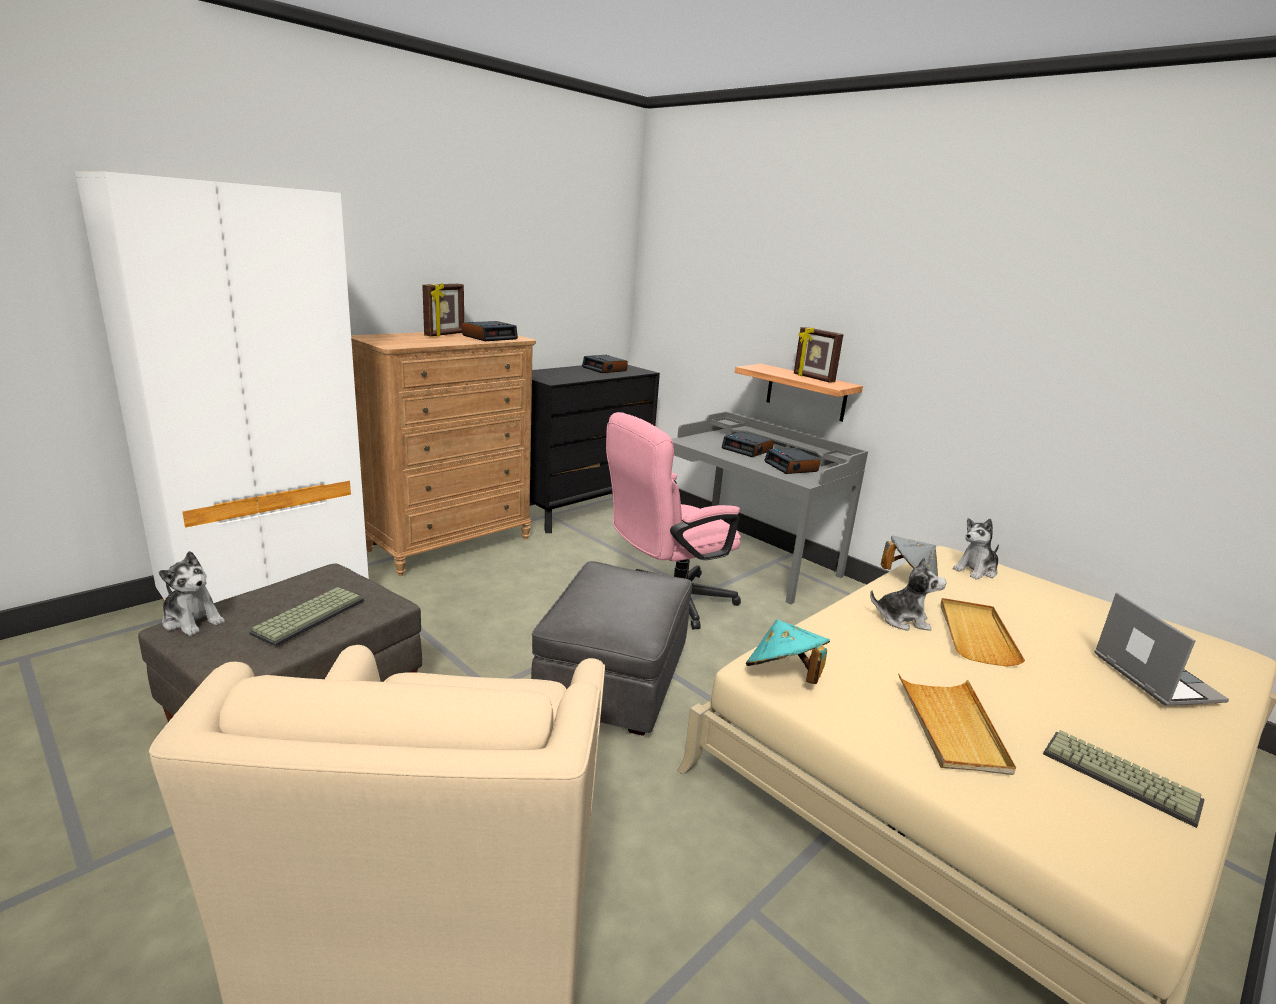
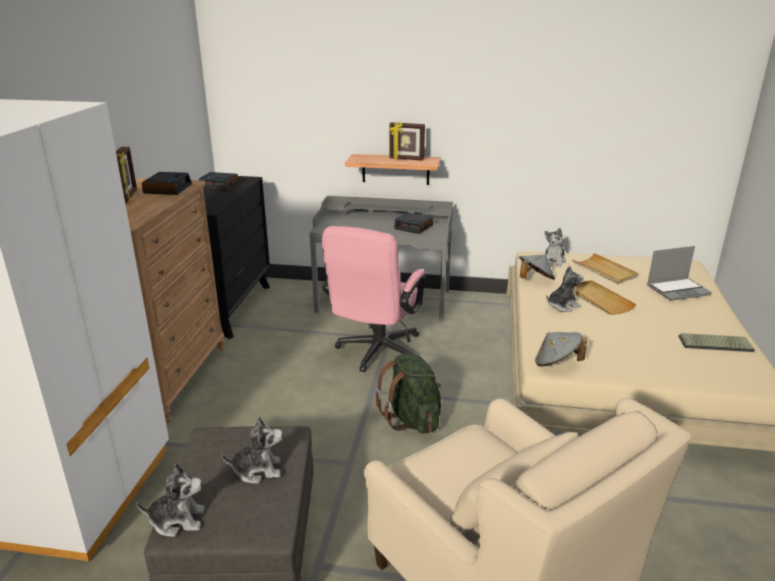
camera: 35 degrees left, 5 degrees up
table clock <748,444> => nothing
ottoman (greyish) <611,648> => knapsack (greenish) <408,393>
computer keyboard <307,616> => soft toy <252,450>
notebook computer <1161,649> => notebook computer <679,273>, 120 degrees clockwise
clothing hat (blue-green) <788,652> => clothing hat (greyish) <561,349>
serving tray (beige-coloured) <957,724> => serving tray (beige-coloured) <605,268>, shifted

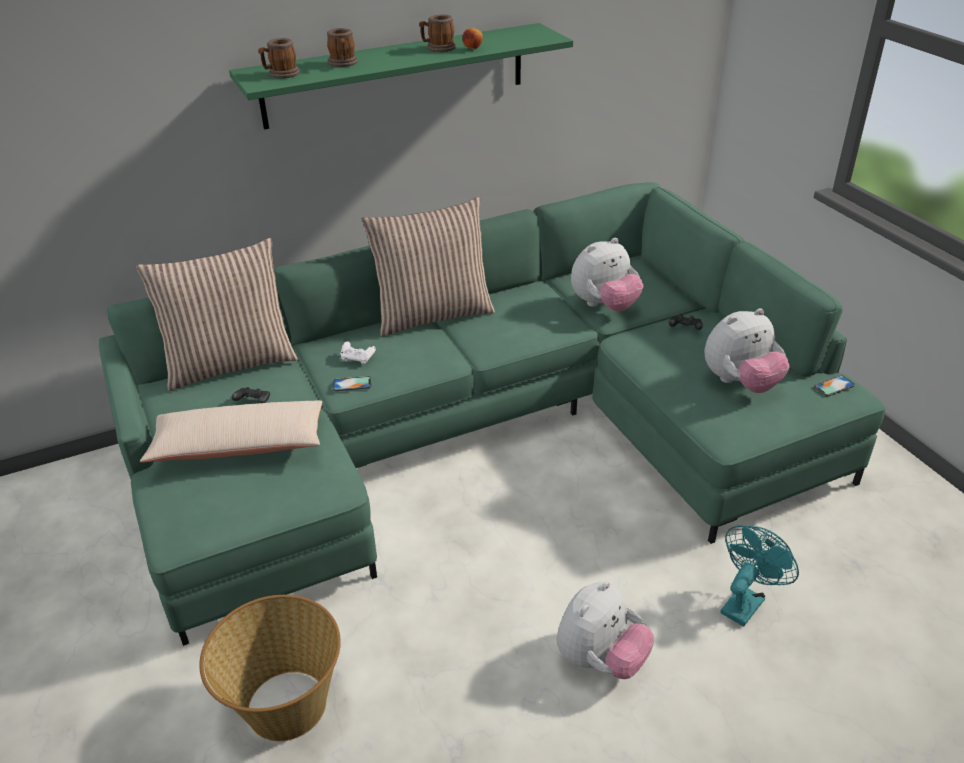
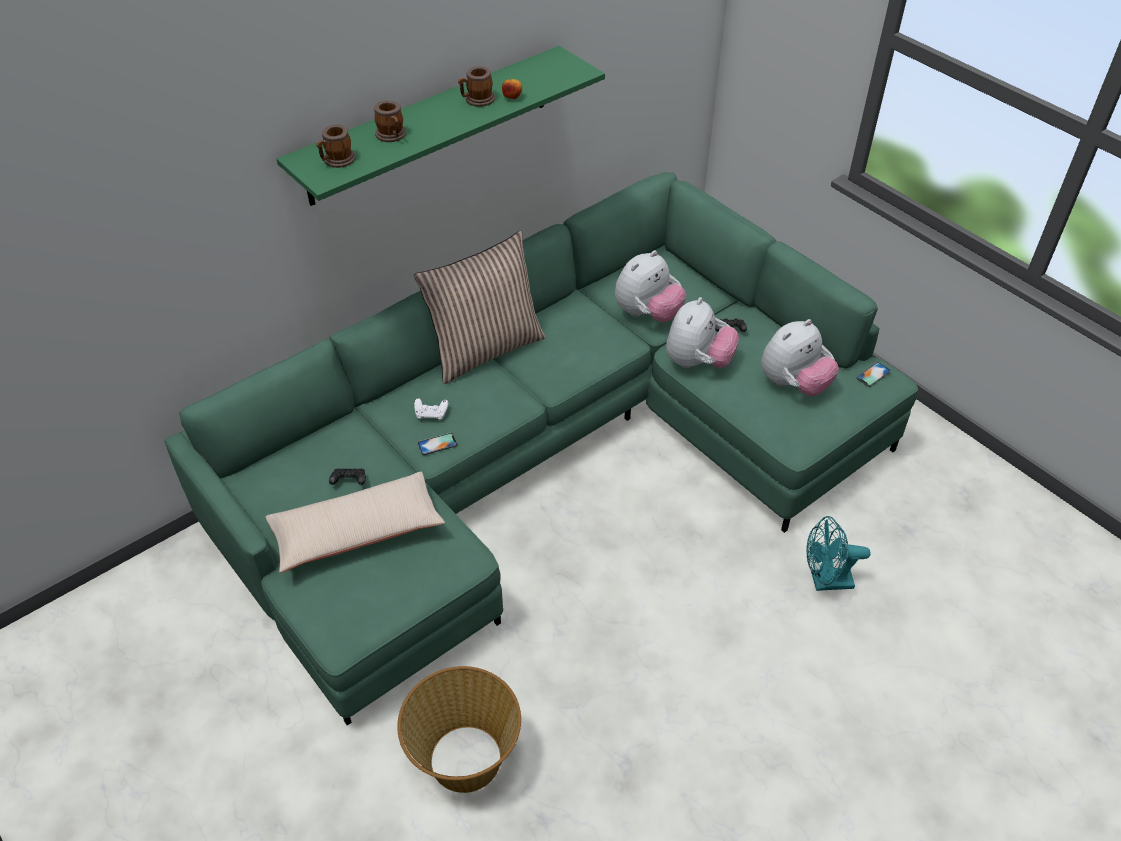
camera: 15 degrees left, 10 degrees up
pillow <217,314> => nothing
electric fan (blue-green) <759,575> => electric fan (blue-green) <839,553>, 120 degrees counterclockwise
soft toy <605,630> => soft toy <702,332>, shifted

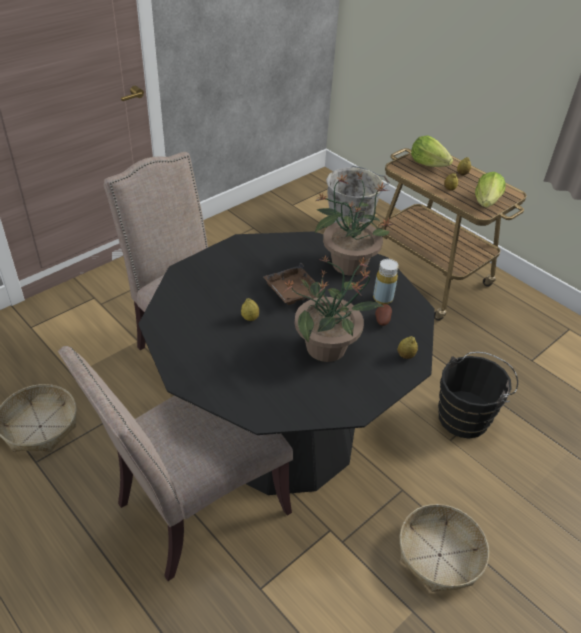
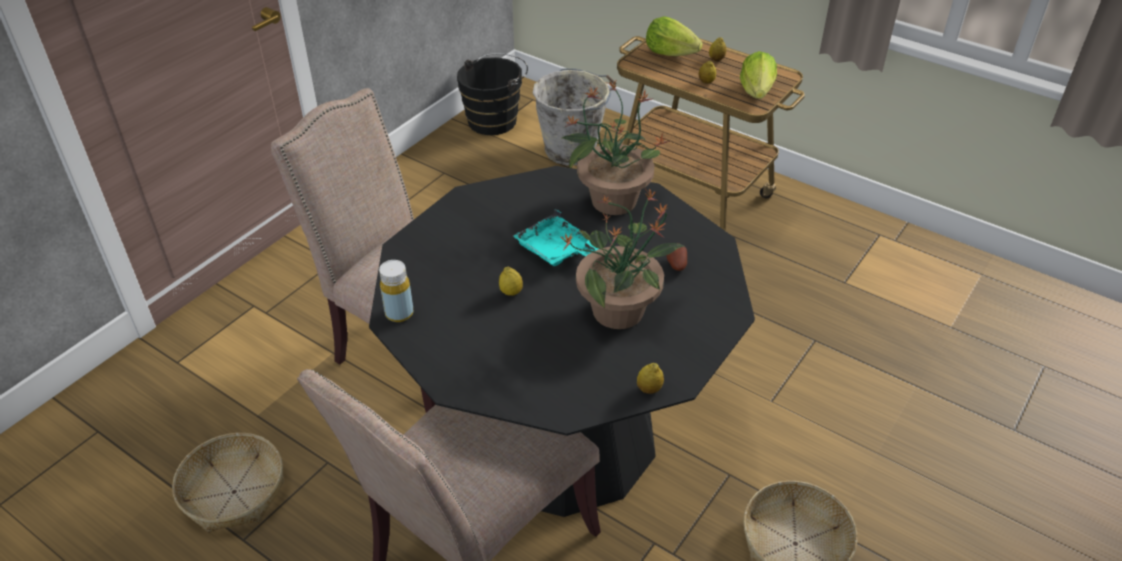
camera: 10 degrees left, 0 degrees up
bottle (yellow-coloured) <386,281> => bottle (yellow-coloured) <396,291>, shifted
serving tray (brown) <293,283> => serving tray (blue-green) <555,237>
citrus fruit <408,347> => citrus fruit <650,378>, shifted
bucket (black-coloured) <478,395> => bucket (black-coloured) <492,94>, shifted

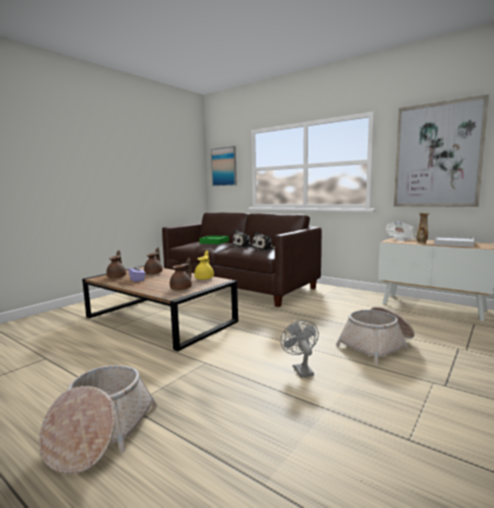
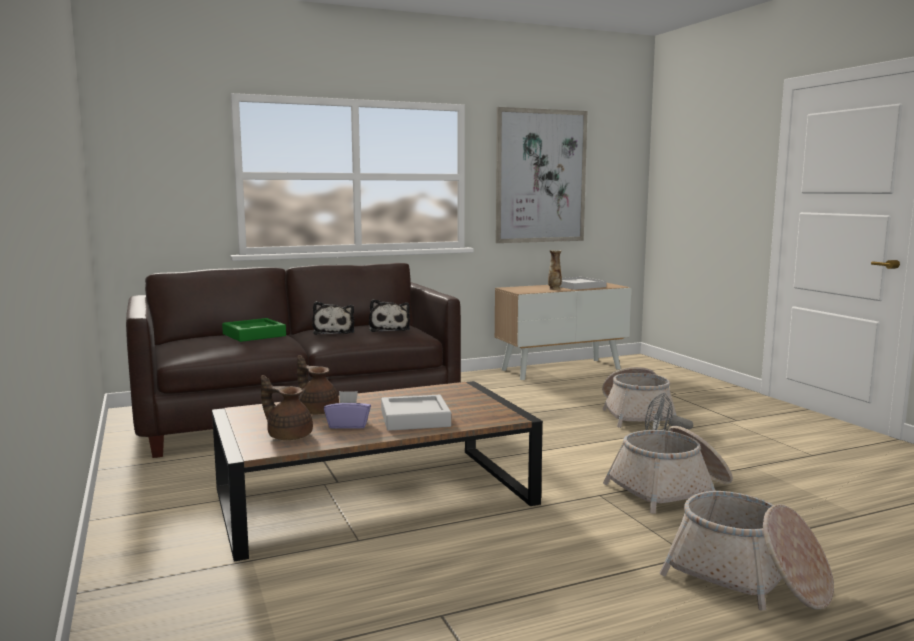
camera: 60 degrees left, 0 degrees up
wall art <224,166> => nothing
daily paper <400,231> => nothing
tea pot (yellow-coloured) <204,265> => nothing
tea pot (brown) <181,274> => nothing
nothing => serving tray (greyish) <416,413>
nothing => storage basket <668,470>

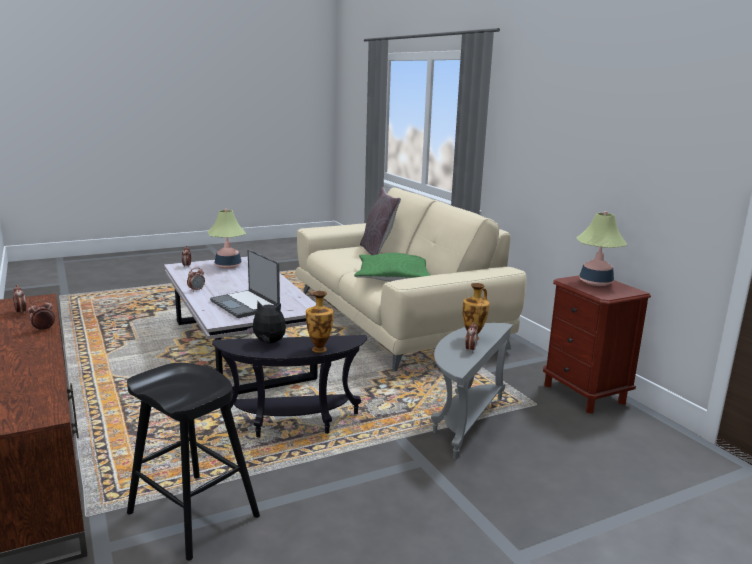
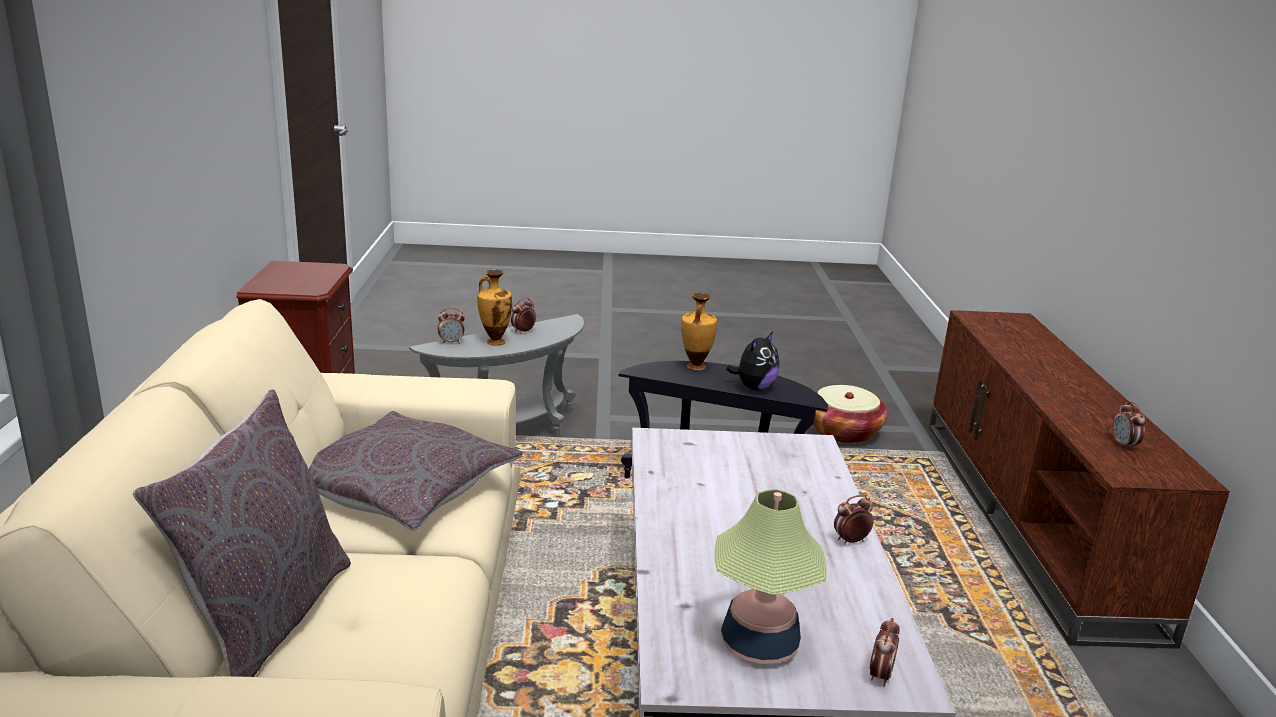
camera: 155 degrees left, 5 degrees up
tabletop lamp <602,248> => nothing
notebook computer <245,283> => nothing
pillow (greenish) <392,267> => pillow (greyish) <415,471>
table clock <41,315> => table clock <451,326>, shifted
soft toy <266,321> => soft toy <752,360>, 90 degrees counterclockwise
sitting stool (black-coloured) <193,462> => storage basket <850,414>

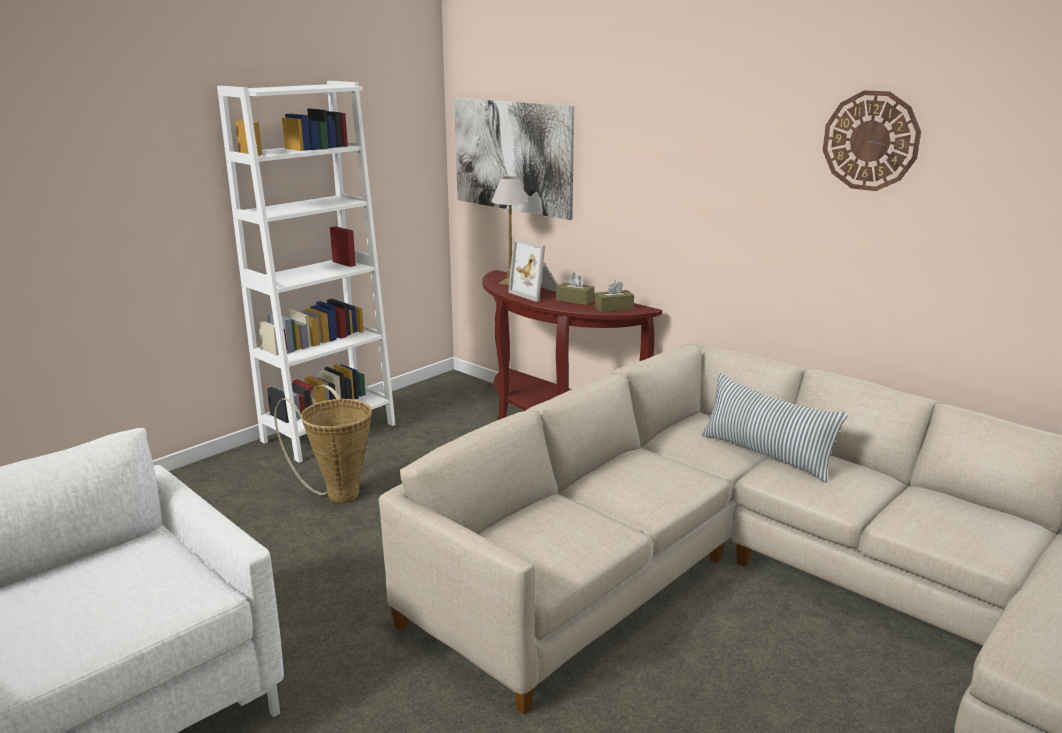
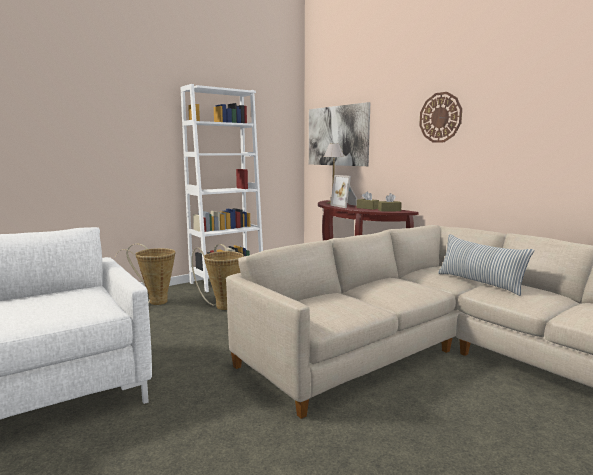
camera: 10 degrees right, 10 degrees down
clock on the wall <872,140> => clock on the wall <440,117>, shifted
nothing => storage basket <144,274>

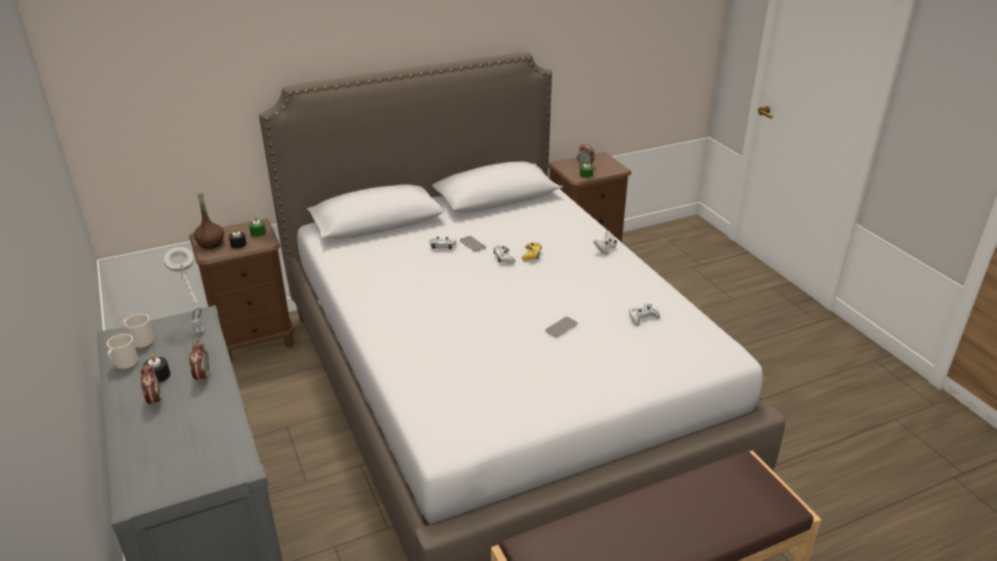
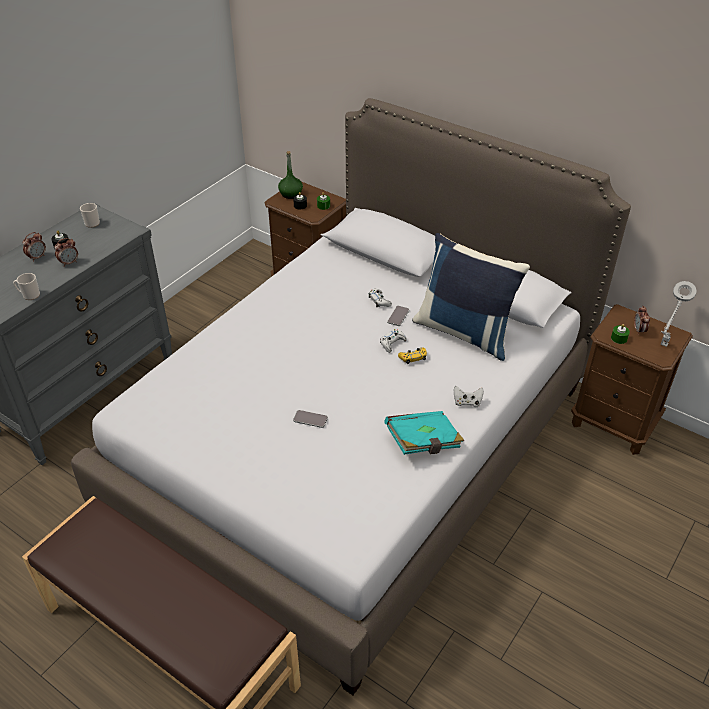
camera: 60 degrees right, 10 degrees up
bottle (brown) <208,220> => bottle (greenish) <290,175>
tabletop lamp (greyish) <184,290> => tabletop lamp (greyish) <678,314>, shifted
gamepad (white-coloured) <644,315> => nothing
coffee mug <122,352> => coffee mug <26,286>, shifted
nothing => pillow (blue) <471,297>
nothing => bound book (blue-green) <424,433>

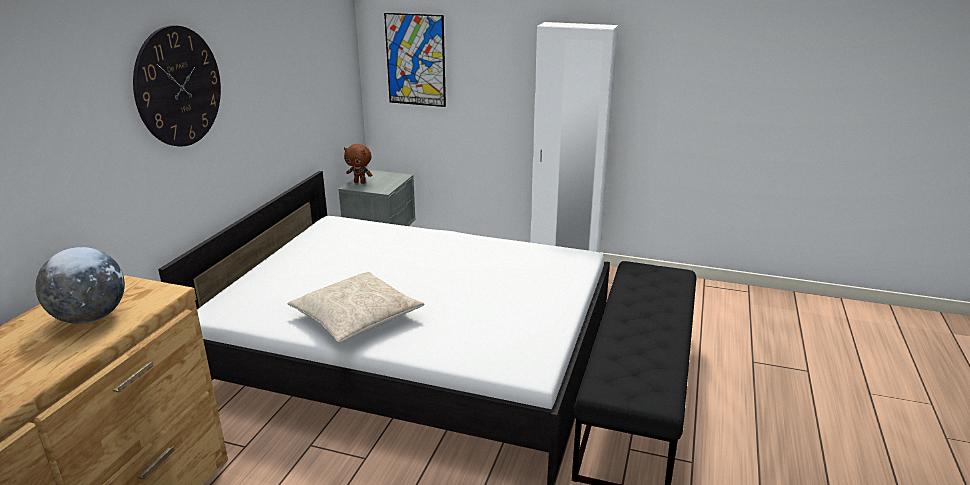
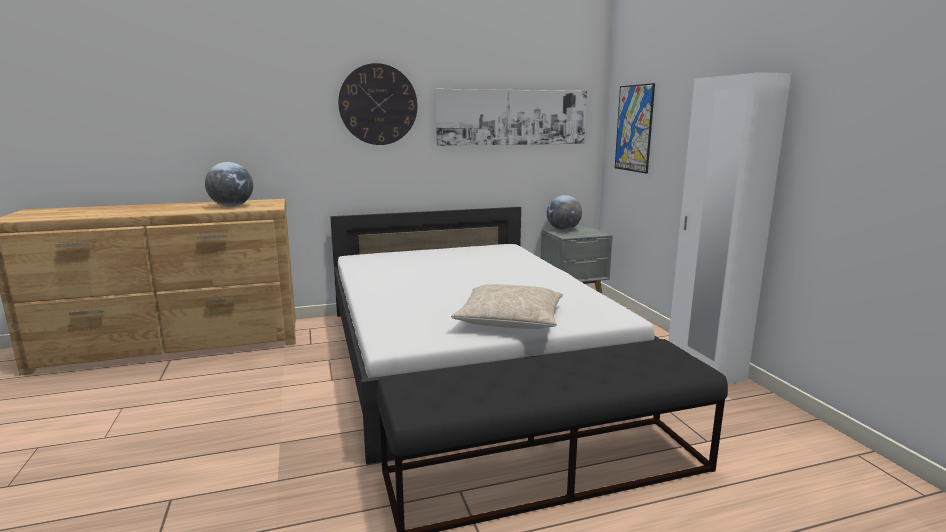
camera: 55 degrees right, 10 degrees down
soft toy (brown) <358,164> => desk globe <564,212>
pillow (beige-coloured) <356,307> => pillow (beige-coloured) <507,306>, shifted
nothing => wall art <511,117>

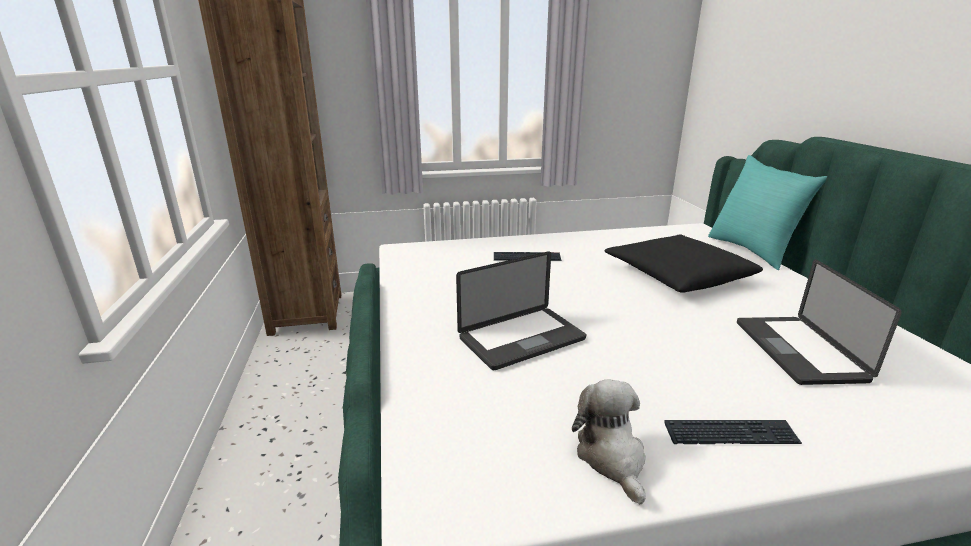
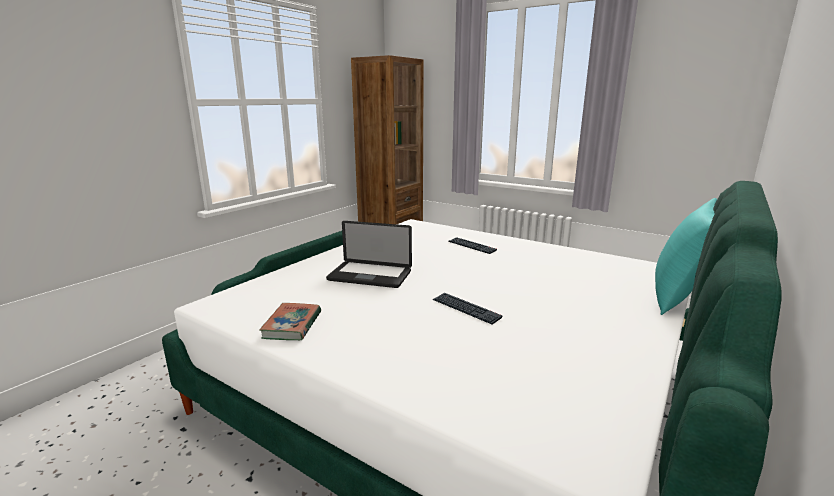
camera: 45 degrees right, 5 degrees down
pillow (black-coloured) <684,263> => nothing
notebook computer <819,322> => nothing
soft toy <609,442> => bound book <290,321>
computer keyboard <733,432> => computer keyboard <468,308>, shifted

